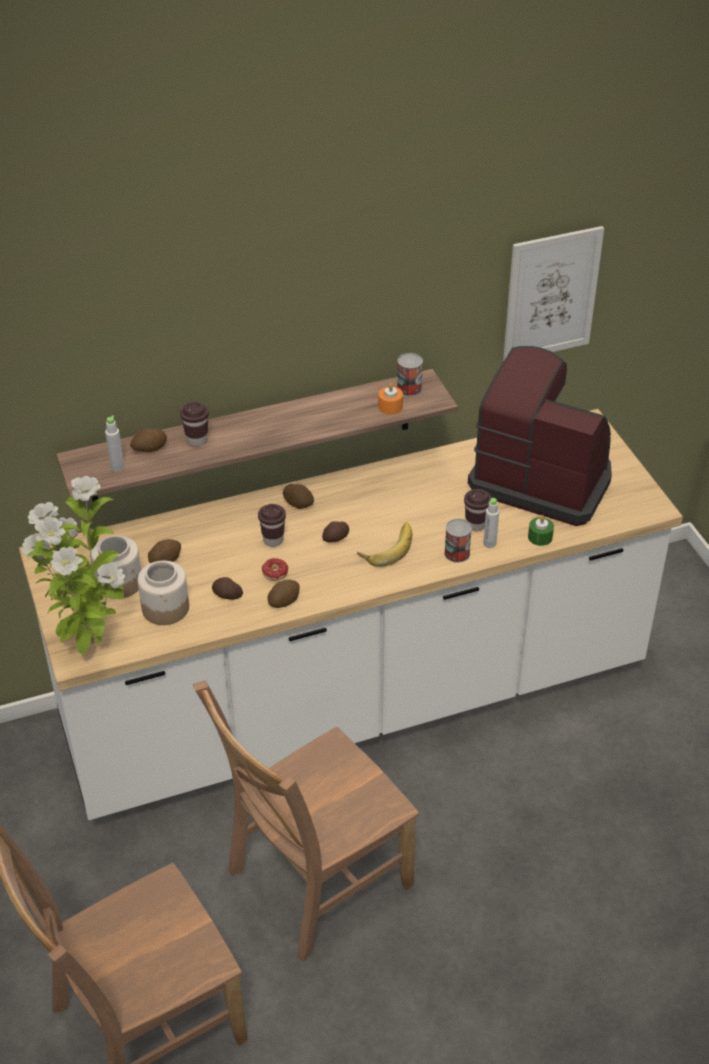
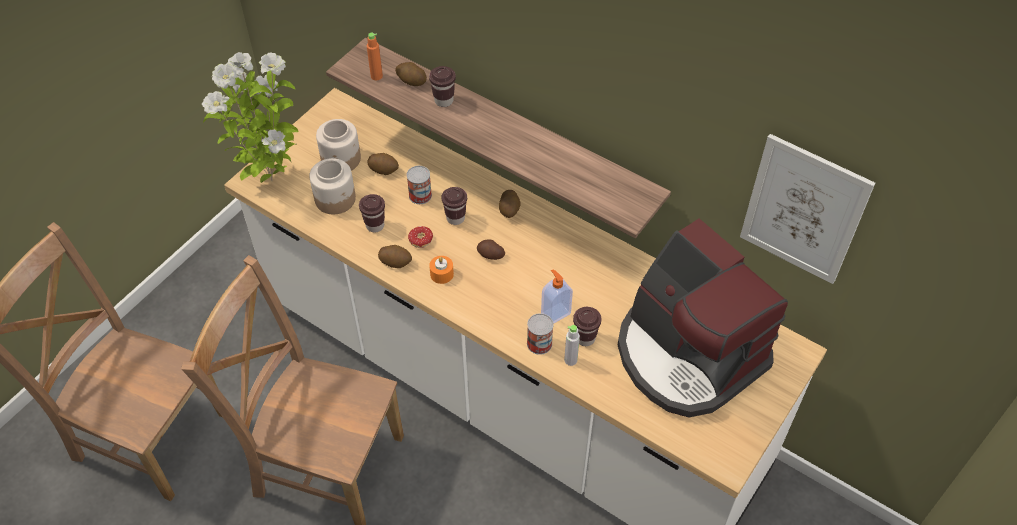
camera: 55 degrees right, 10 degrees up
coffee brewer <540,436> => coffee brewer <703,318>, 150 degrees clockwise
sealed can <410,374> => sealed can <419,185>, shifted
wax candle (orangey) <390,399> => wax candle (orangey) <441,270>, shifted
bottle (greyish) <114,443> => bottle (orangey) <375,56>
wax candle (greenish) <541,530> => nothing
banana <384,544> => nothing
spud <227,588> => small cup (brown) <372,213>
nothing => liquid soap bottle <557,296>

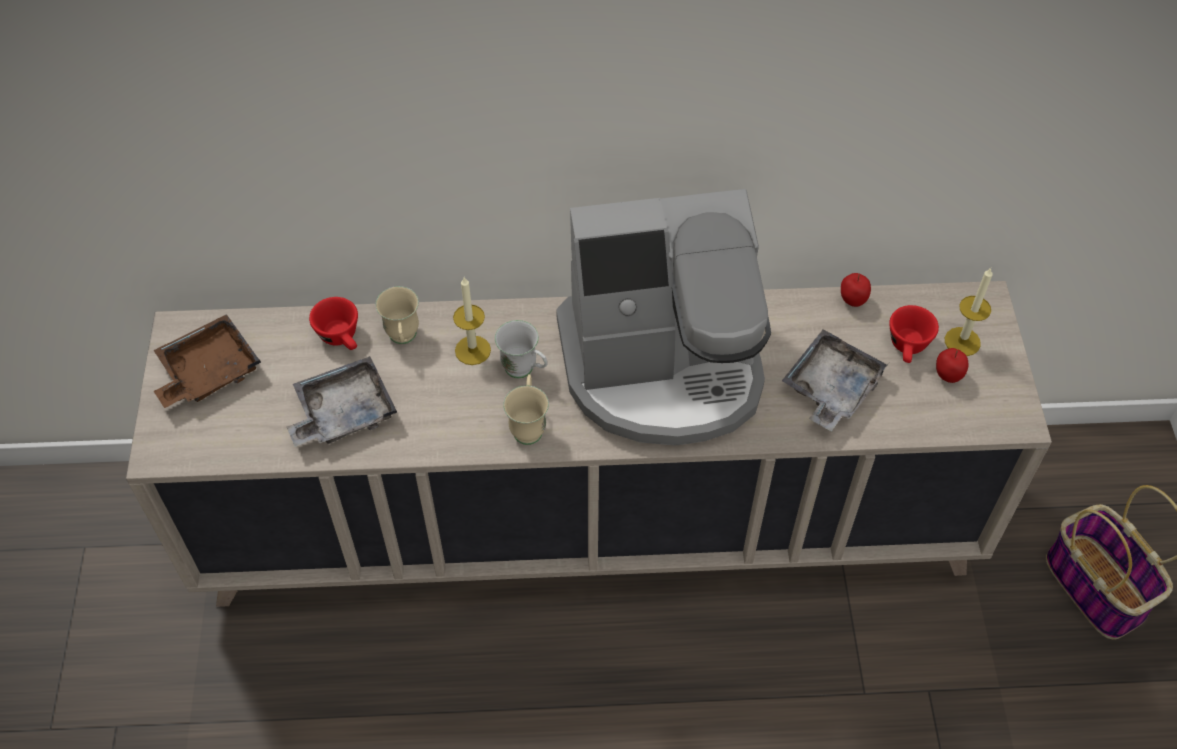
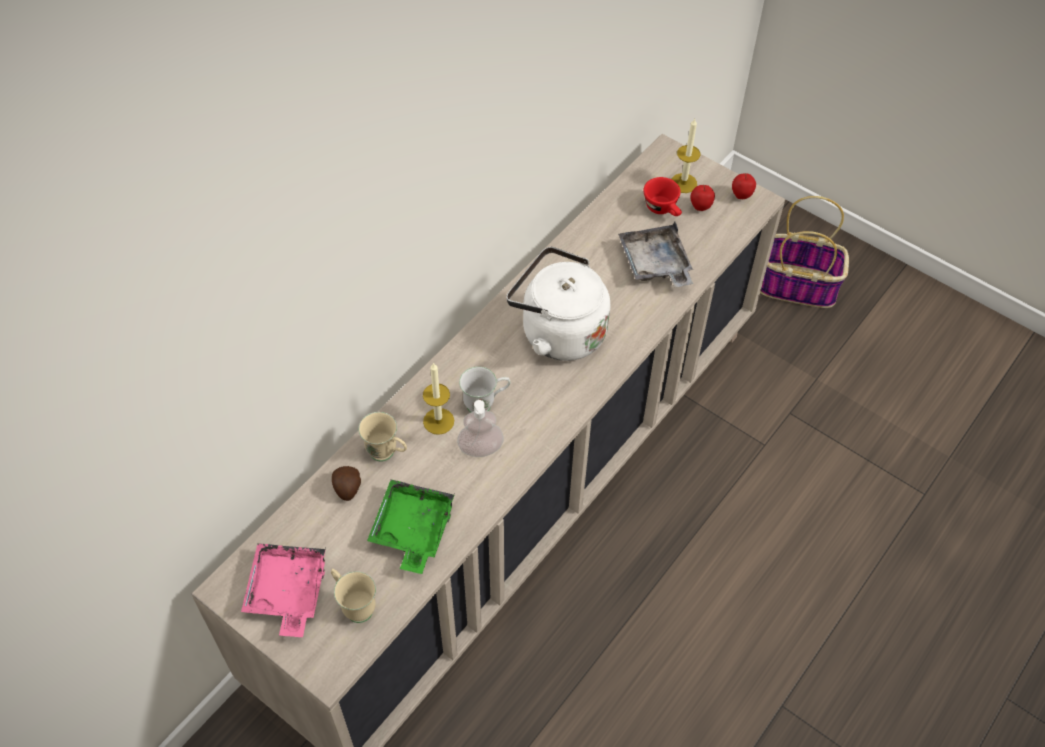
camera: 50 degrees left, 0 degrees up
coffee brewer <663,317> => tea kettle (white-coloured) <558,304>
apple <856,290> => apple <744,186>, shifted
small cup (red) <333,323> => spud <346,483>
serving tray (brown) <207,361> => serving tray (pink-coloured) <283,590>
serving tray (greyish) <342,401> => serving tray (greenish) <411,527>
coffee mug (beige-coloured) <526,409> => coffee mug (beige-coloured) <353,596>, shifted
nothing => liquid soap bottle <480,428>

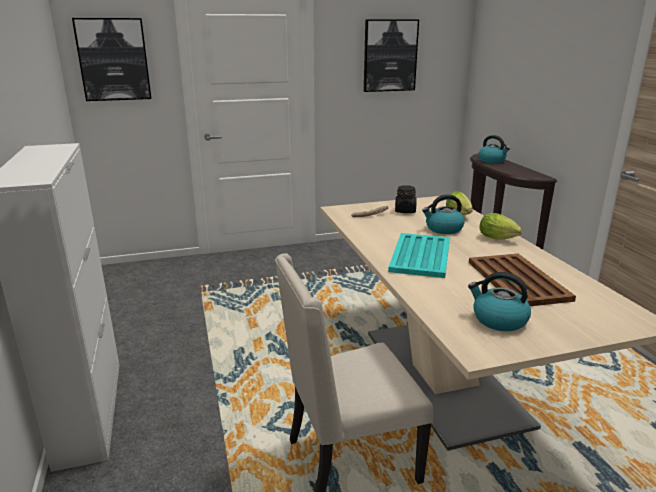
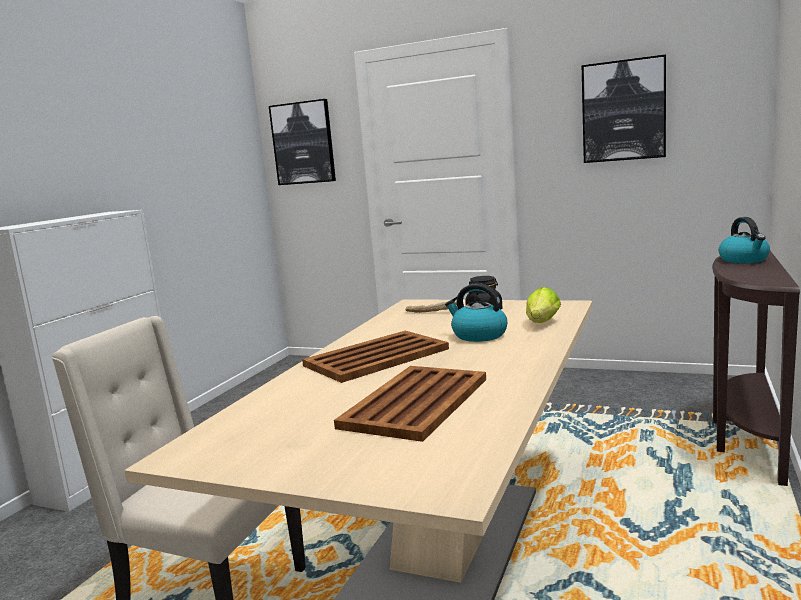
camera: 40 degrees right, 10 degrees down
lettuce <500,226> => nothing
serving tray (blue-green) <419,255> => serving tray (brown) <375,357>
tea kettle <499,301> => nothing

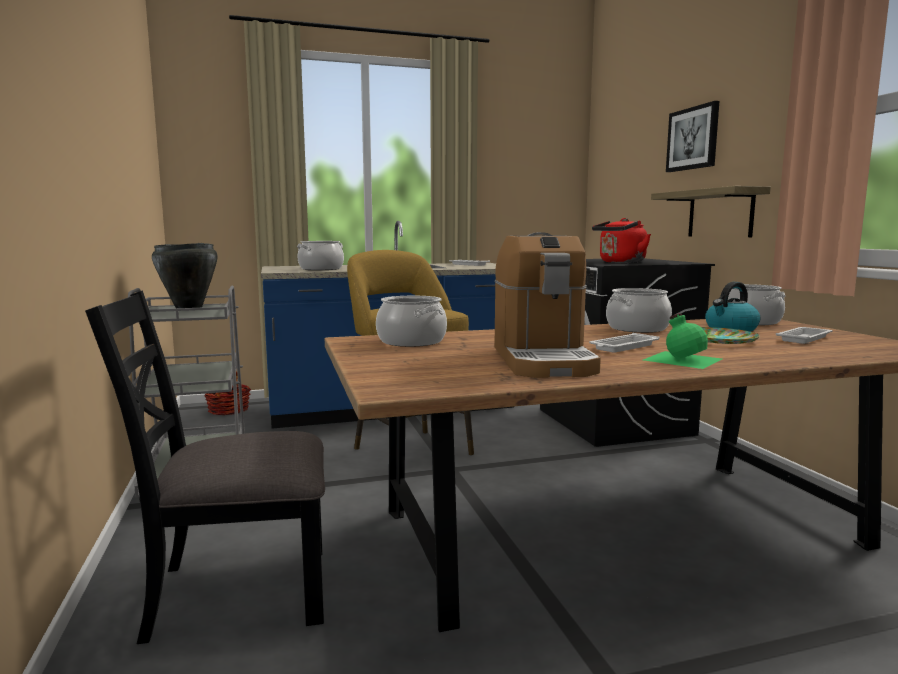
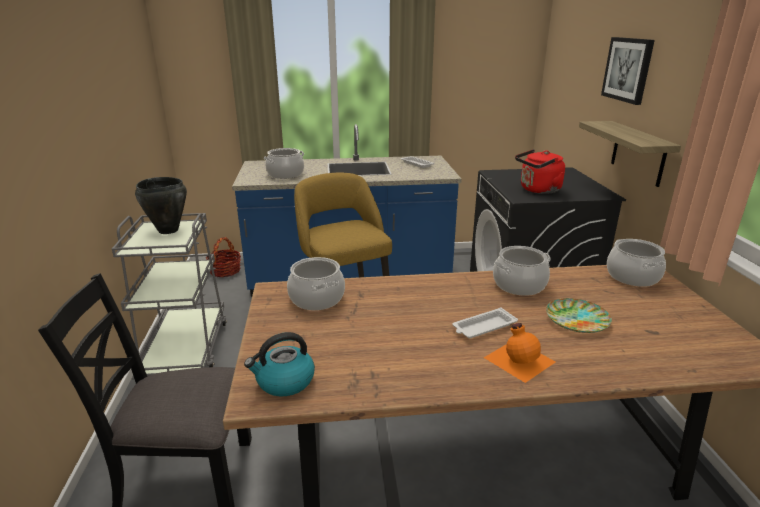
camera: 10 degrees right, 15 degrees up
coffee brewer <547,305> => nothing
tea kettle <733,307> => tea kettle <279,364>, shifted
bottle (greenish) <682,341> => bottle (orangey) <519,353>
serving tray (white-coloured) <804,335> => nothing

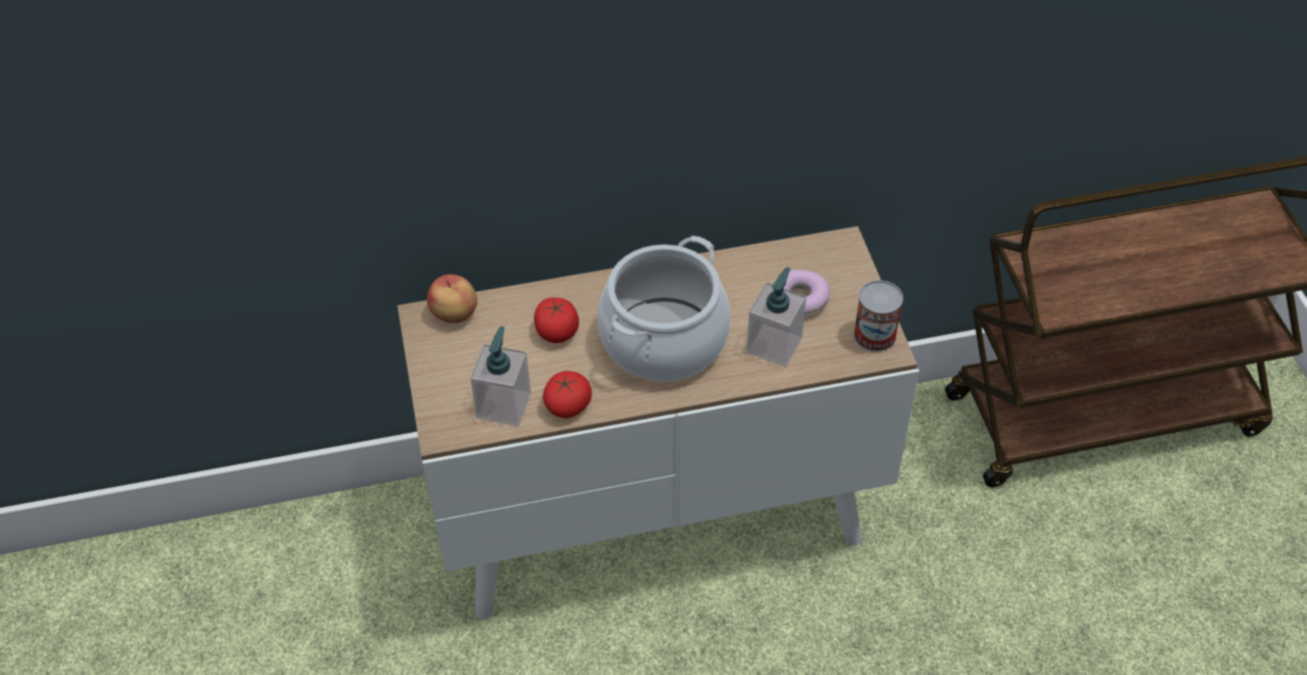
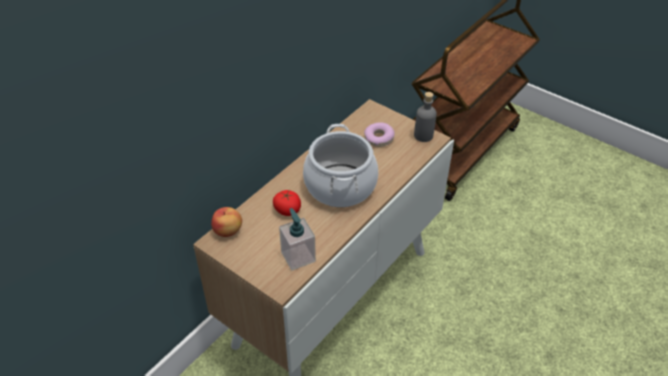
camera: 40 degrees left, 5 degrees down
liquid soap bottle <776,317> => nothing
sealed can <878,316> => bottle (greyish) <425,117>
tomato <567,394> => nothing

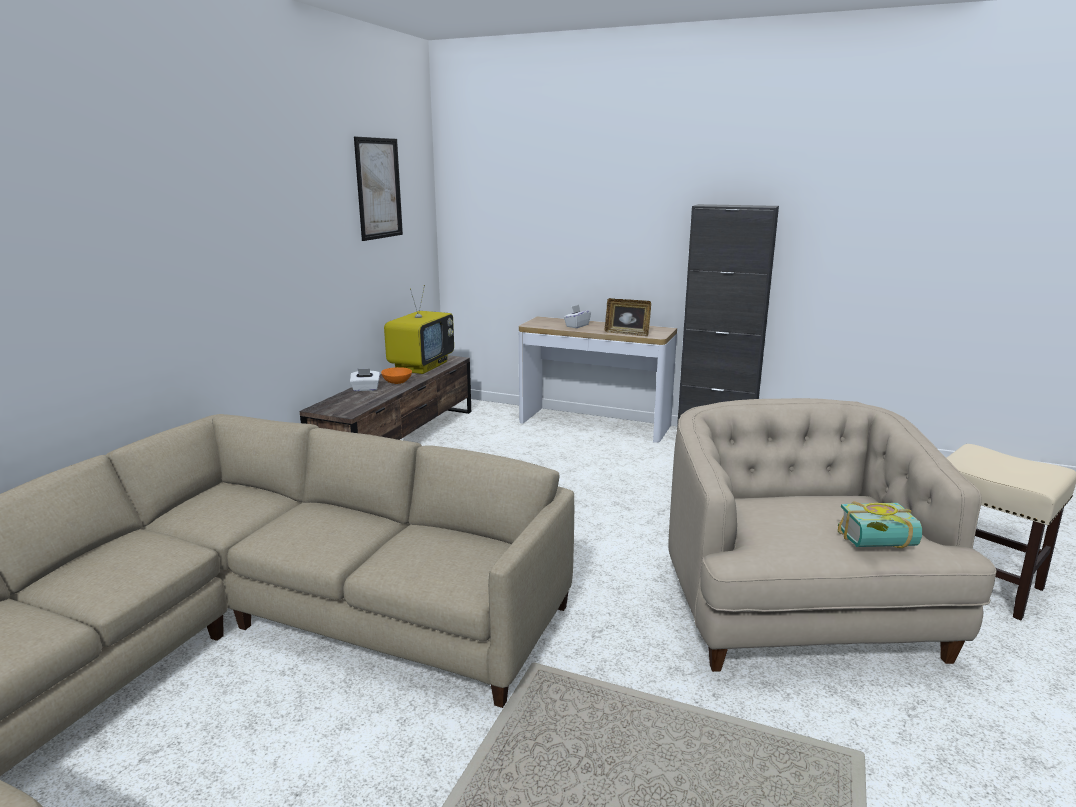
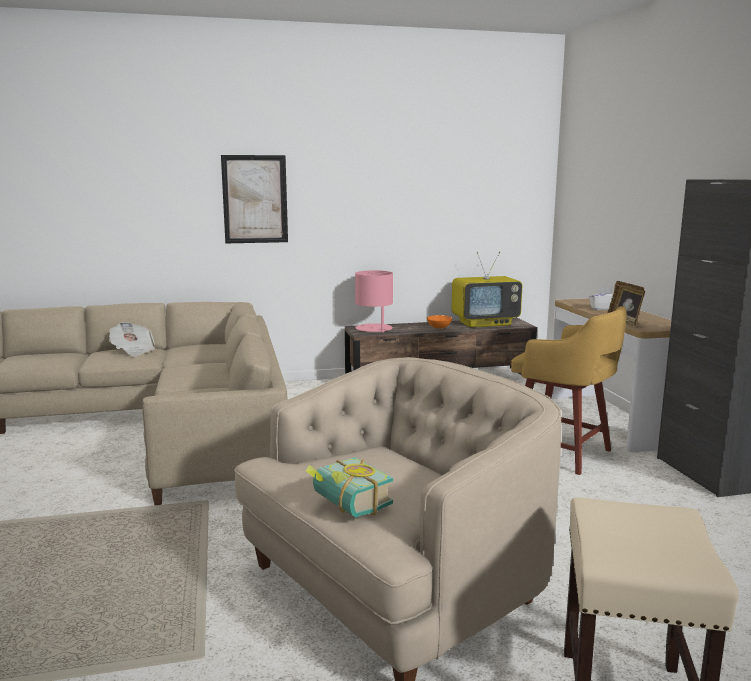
camera: 55 degrees right, 5 degrees down
wall art <378,189> => wall art <254,199>, shifted
tissue box (white-coloured) <365,380> => nothing
nothing => tabletop lamp (pink-coloured) <374,301>
nothing => sitting stool (yellow-coloured) <569,390>
nothing => daily paper <132,339>

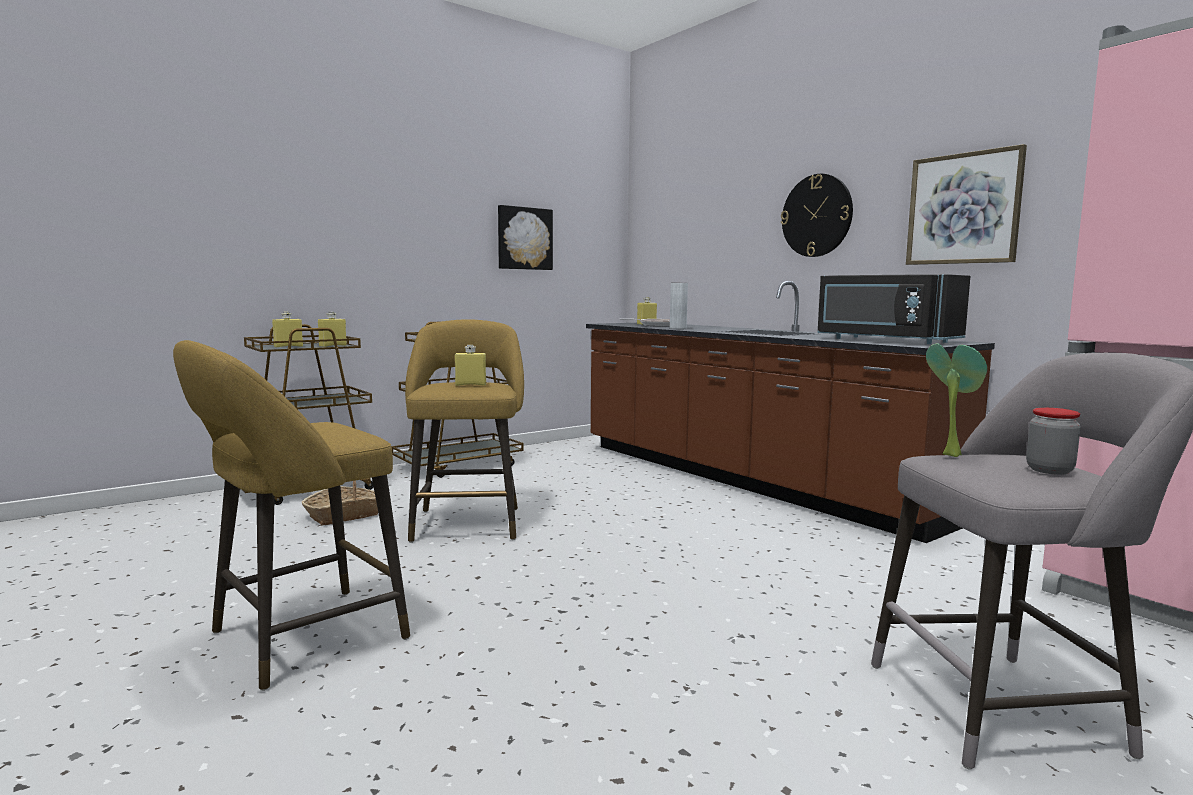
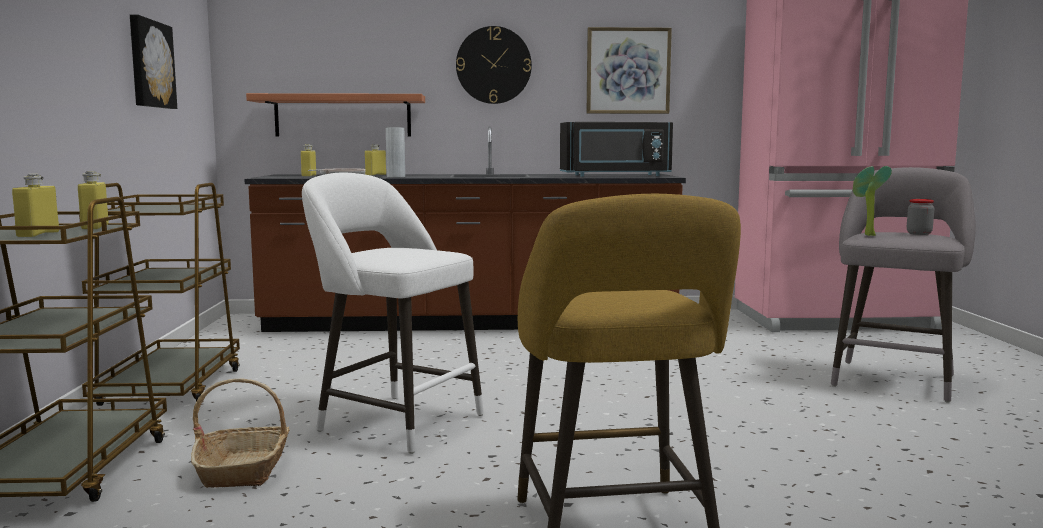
camera: 55 degrees left, 0 degrees up
sitting stool (yellow-coloured) <464,431> => sitting stool (white-coloured) <393,313>
bottle (yellow-coloured) <470,365> => bottle (yellow-coloured) <375,159>, shifted
nothing => bracket shelf <335,115>

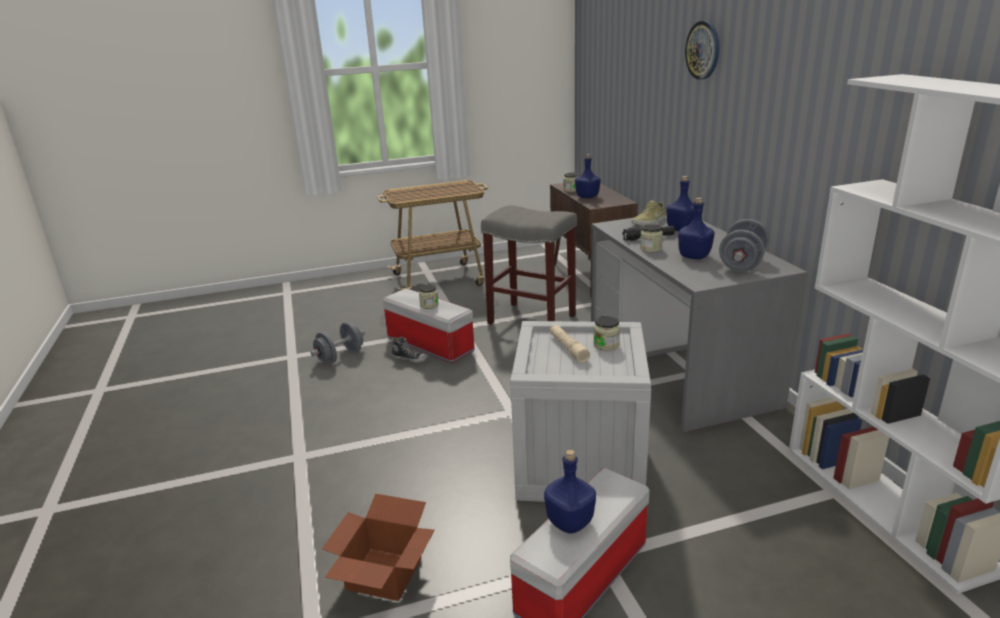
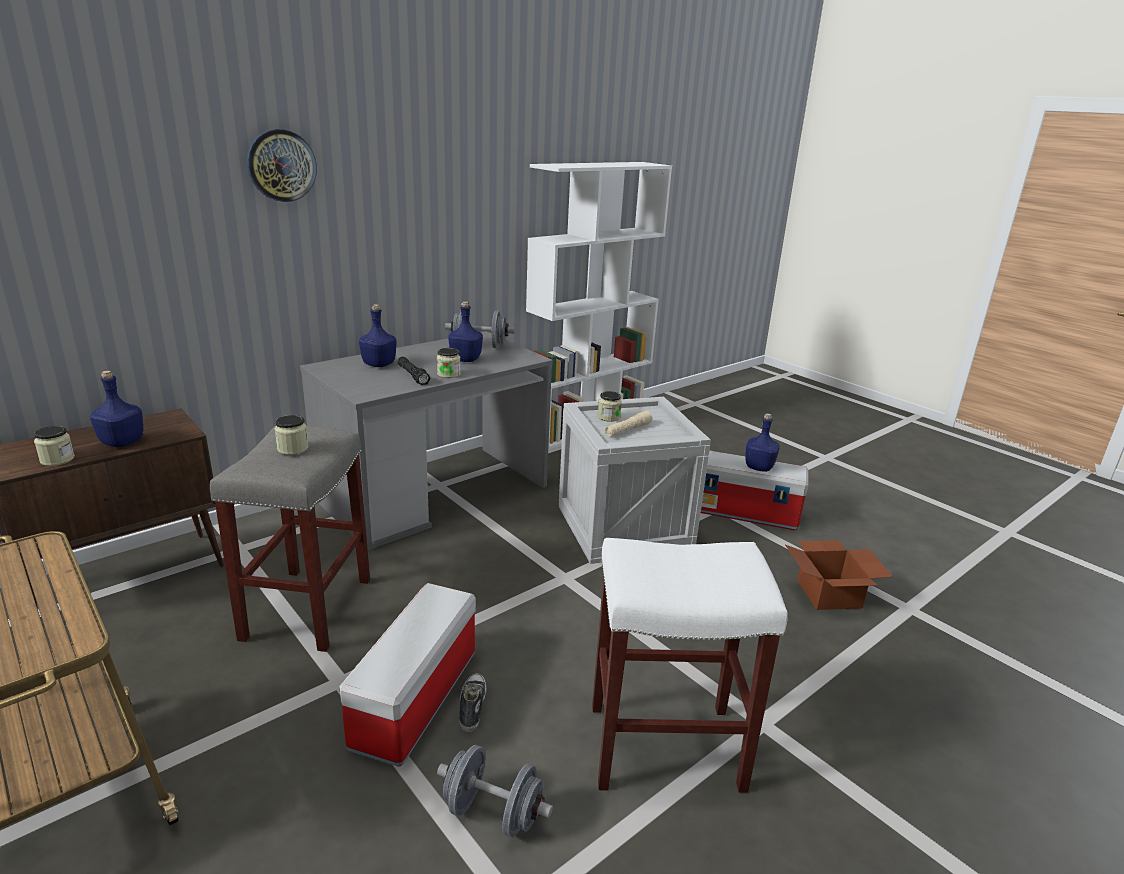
camera: 115 degrees left, 0 degrees up
shoe (beige-coloured) <648,212> => nothing
preserve jar <429,296> => preserve jar <292,435>, shifted
nothing => sitting stool (white-coloured) <690,665>

